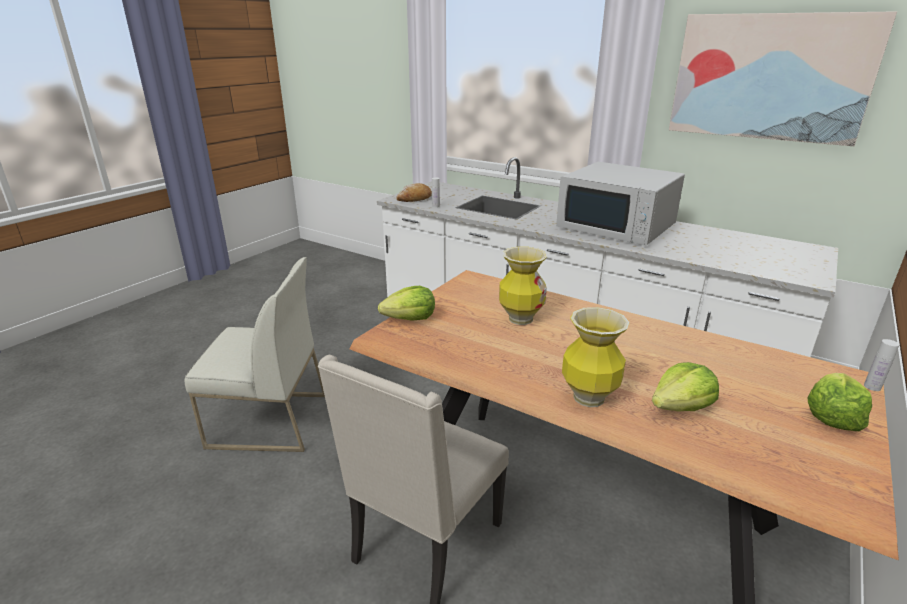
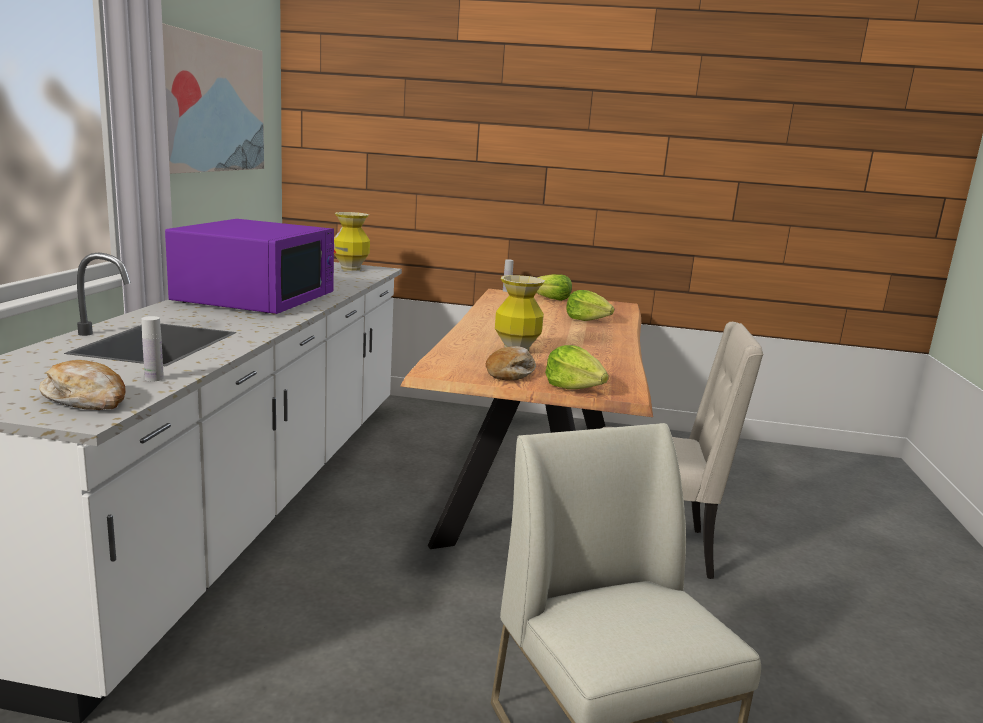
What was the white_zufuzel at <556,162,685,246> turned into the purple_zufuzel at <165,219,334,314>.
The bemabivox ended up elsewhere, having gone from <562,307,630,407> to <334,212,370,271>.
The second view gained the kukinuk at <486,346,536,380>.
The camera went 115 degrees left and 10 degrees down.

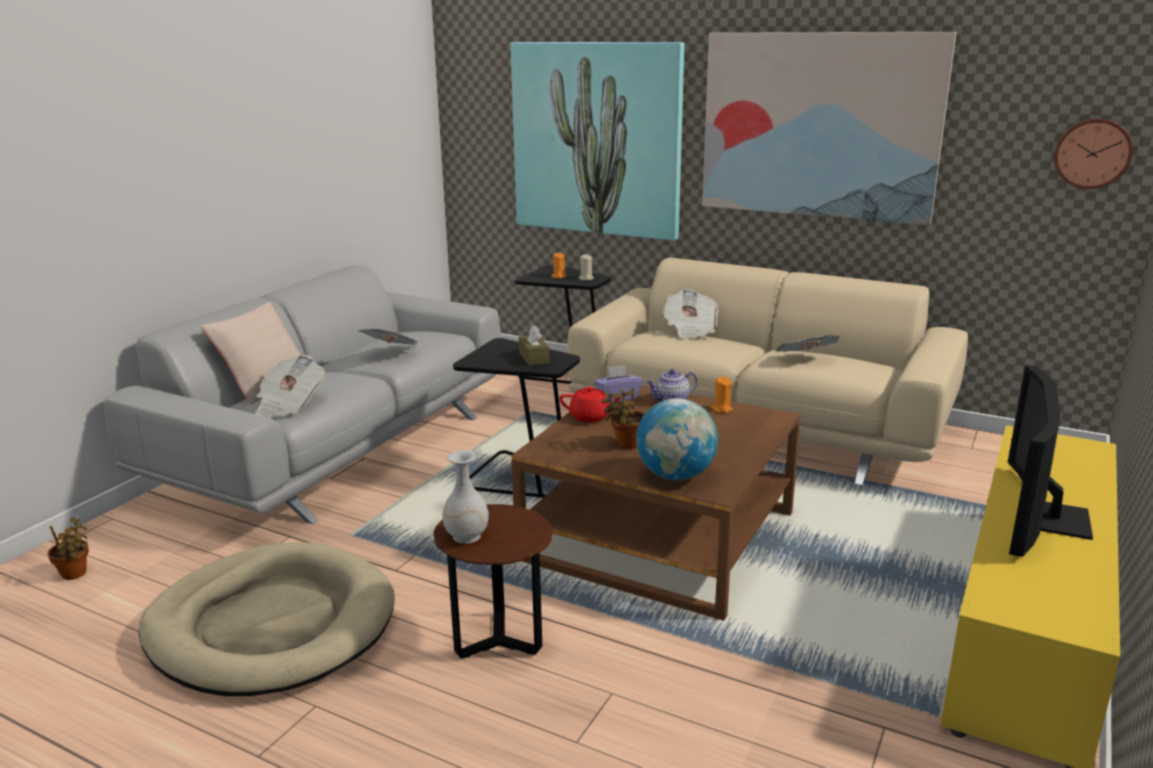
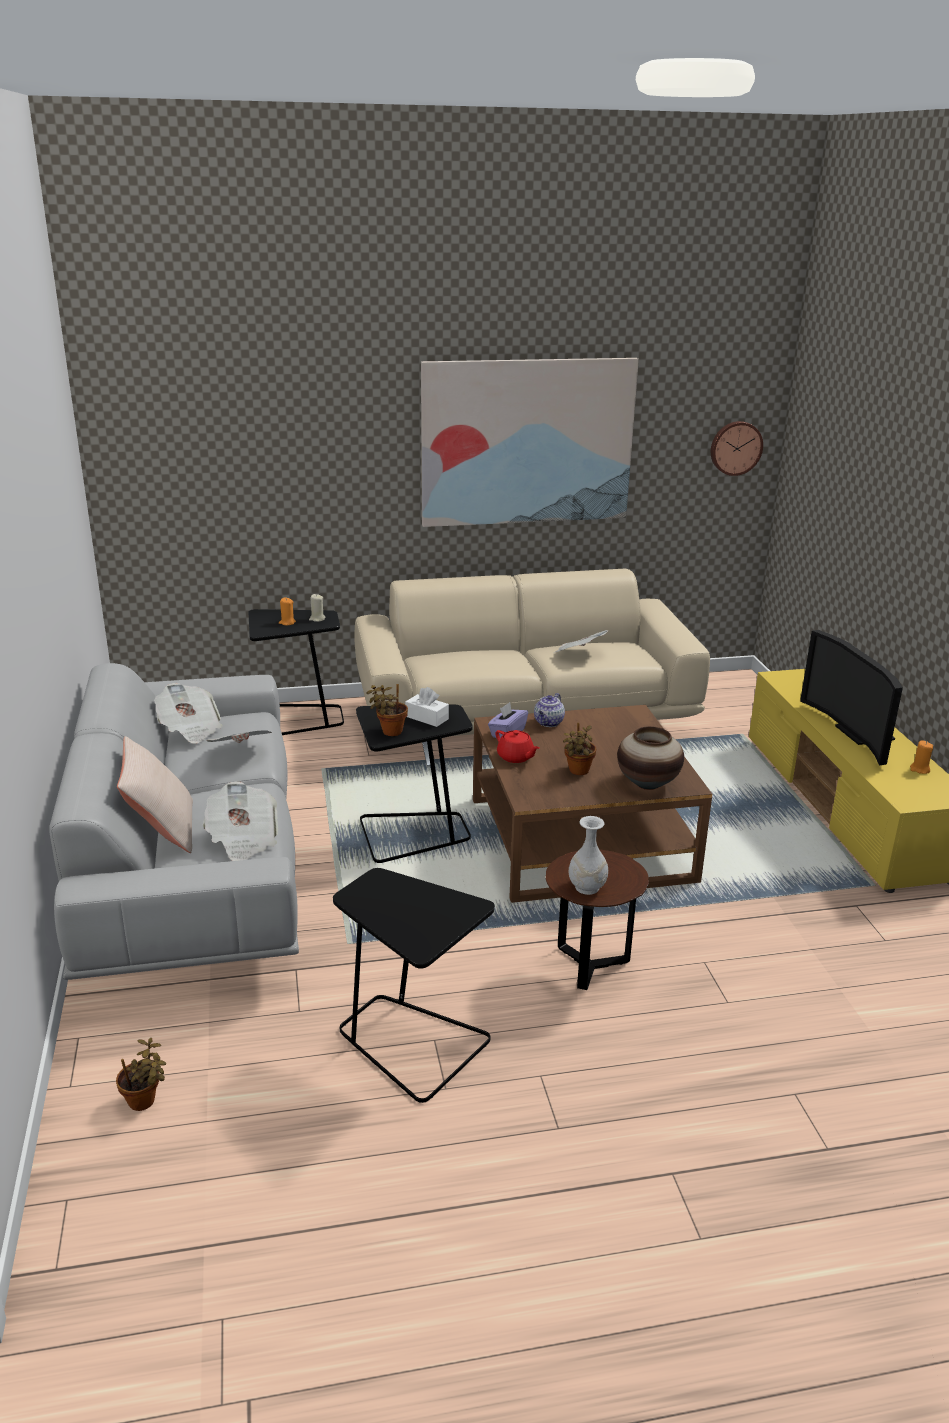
Where the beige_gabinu stood at <139,542,395,696>, the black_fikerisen came to stand at <333,868,495,1103>.
The second view lost the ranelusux at <510,42,684,241>.
What was the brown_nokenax at <519,325,550,366> turned into the white_nokenax at <405,687,449,727>.
The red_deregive at <559,386,621,422> ended up facing another way, 75 degrees clockwise from before.
Where the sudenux stood at <636,398,718,480>, the bemabivox came to stand at <617,726,684,790>.
The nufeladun ended up elsewhere, having gone from <663,289,719,339> to <154,683,222,744>.
The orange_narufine ended up elsewhere, having gone from <711,377,733,413> to <910,740,933,774>.
The second view gained the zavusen at <366,684,408,736>.
The camera went 40 degrees left and 5 degrees up.

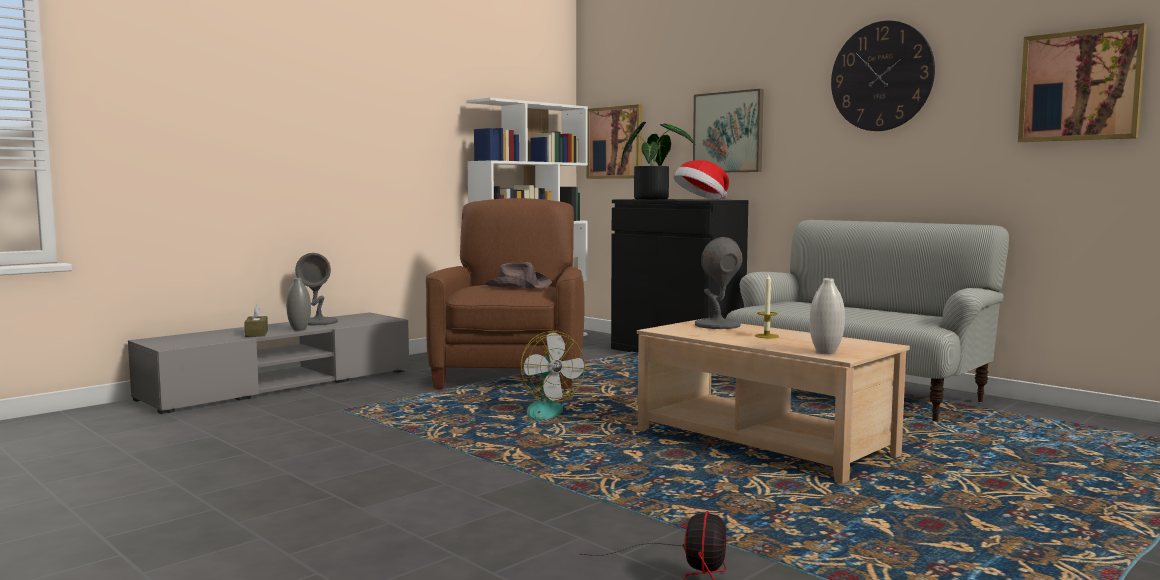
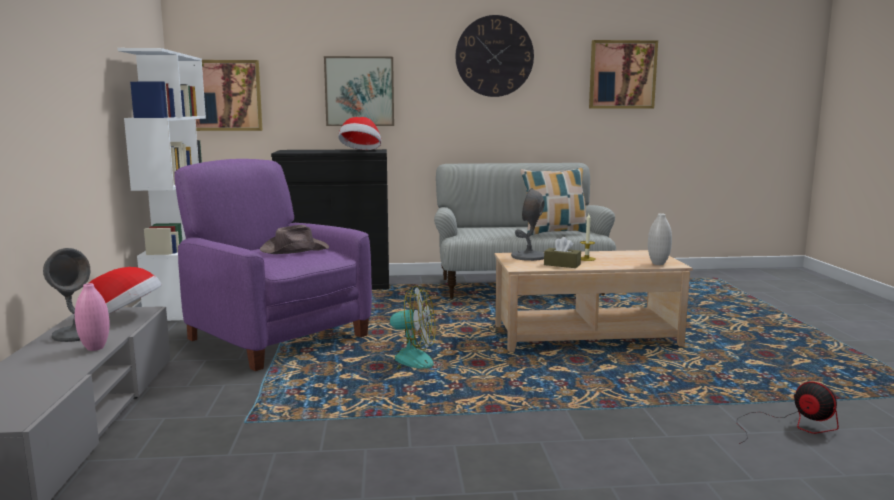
The brown_nokenax ended up elsewhere, having gone from <244,304,268,337> to <544,237,581,268>.
What was the grey_bemabivox at <286,278,311,331> turned into the pink_bemabivox at <75,283,110,351>.
What was the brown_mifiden at <426,198,585,389> turned into the purple_mifiden at <174,159,372,371>.
The second view lost the zavusen at <621,122,695,199>.
The second view gained the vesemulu at <89,267,162,314>.
The second view gained the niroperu at <520,168,587,235>.
The camera went 50 degrees left and 5 degrees up.

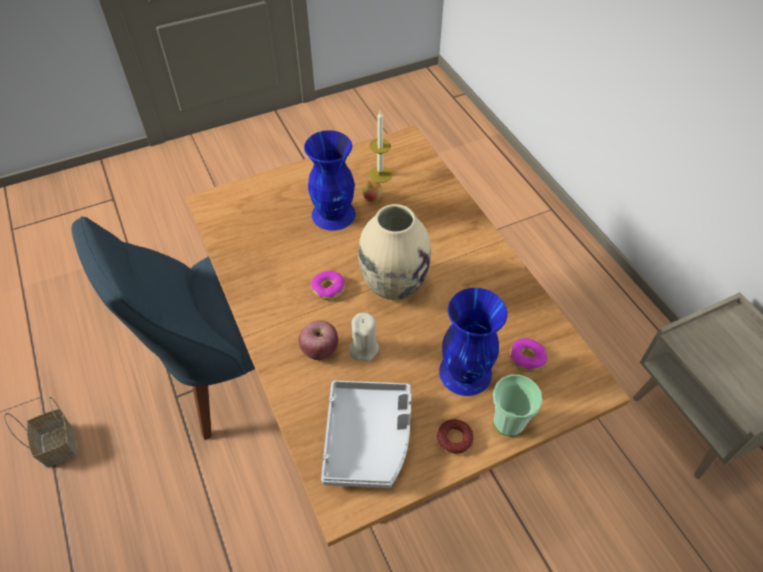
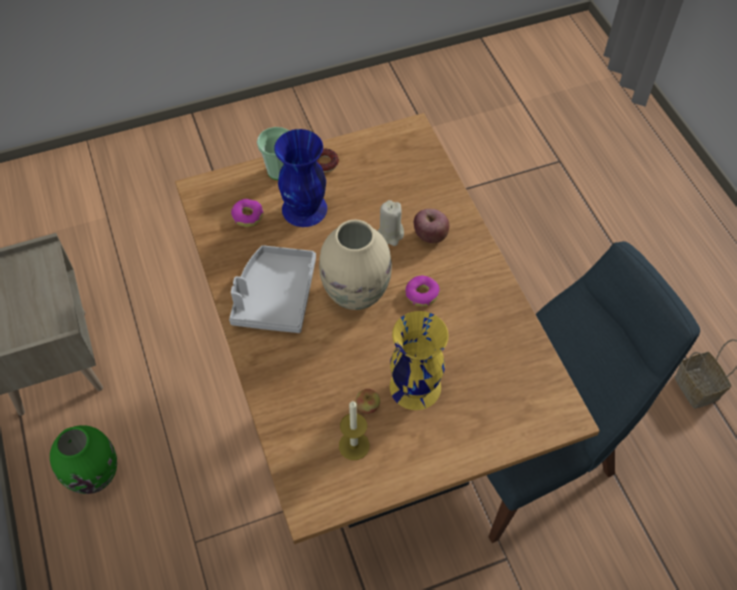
What was the blue_bemabivox at <304,130,356,231> turned into the yellow_bemabivox at <390,311,449,410>.
The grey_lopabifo ended up elsewhere, having gone from <321,381,411,488> to <229,245,316,333>.
The second view gained the green_bemabivox at <50,425,117,494>.
The camera went 175 degrees left and 5 degrees up.

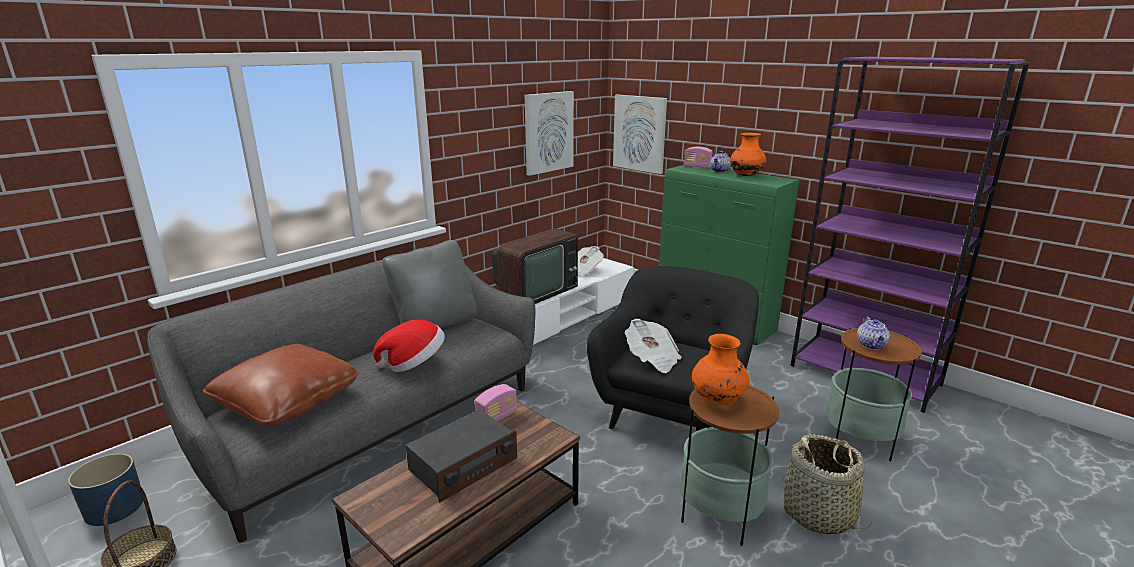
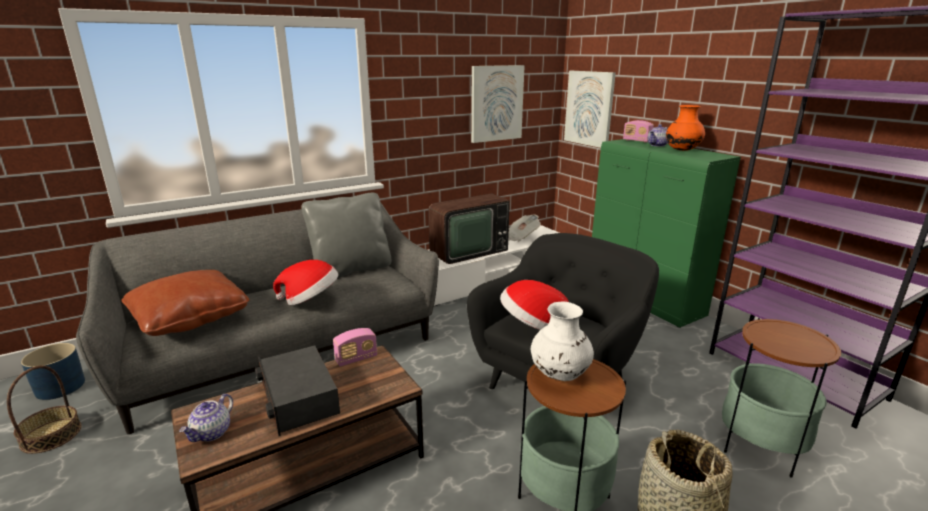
The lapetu at <406,409,517,502> ended up facing another way, 90 degrees clockwise from before.
Where the nufeladun stood at <625,319,682,373>, the vesemulu came to stand at <500,280,569,330>.
What was the orange_bemabivox at <692,334,750,405> turned into the white_bemabivox at <531,302,594,381>.
The deregive ended up elsewhere, having gone from <857,316,890,350> to <179,394,233,442>.
The camera went 15 degrees right and 0 degrees up.

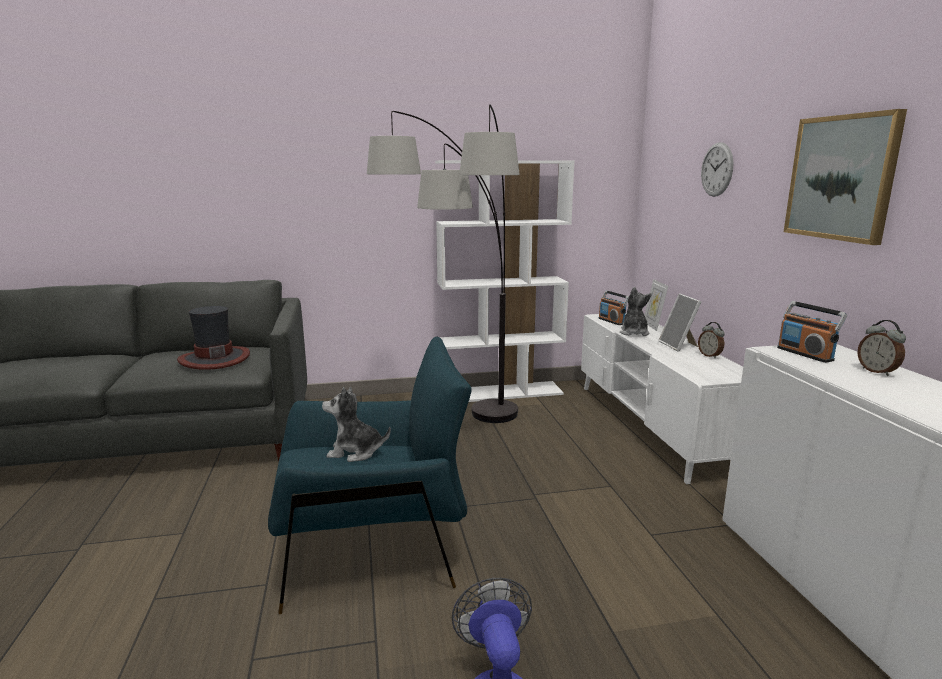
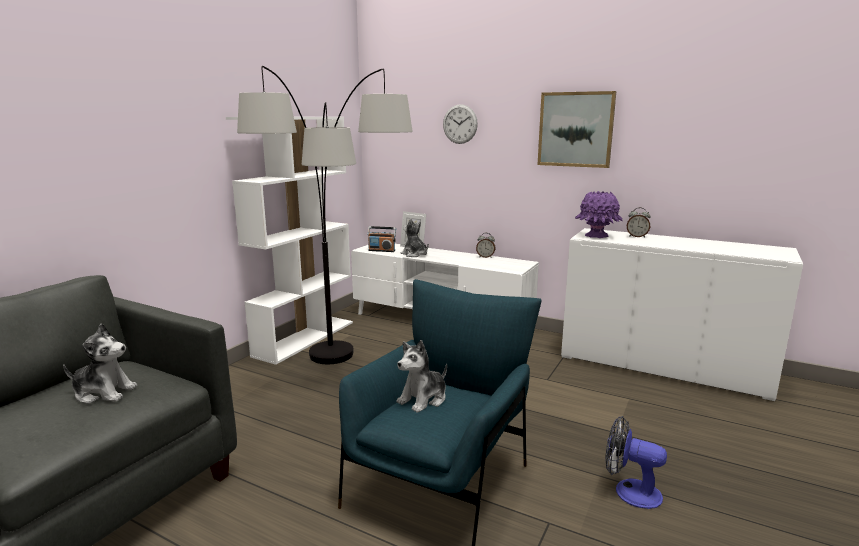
Where the vesemulu stood at <177,306,250,370>, the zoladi came to stand at <63,323,137,404>.
The second view lost the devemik at <658,294,701,352>.
Where the lapetu stood at <777,301,847,363>, the purple_bemabivox came to stand at <576,191,623,238>.
The camera went 50 degrees left and 0 degrees up.

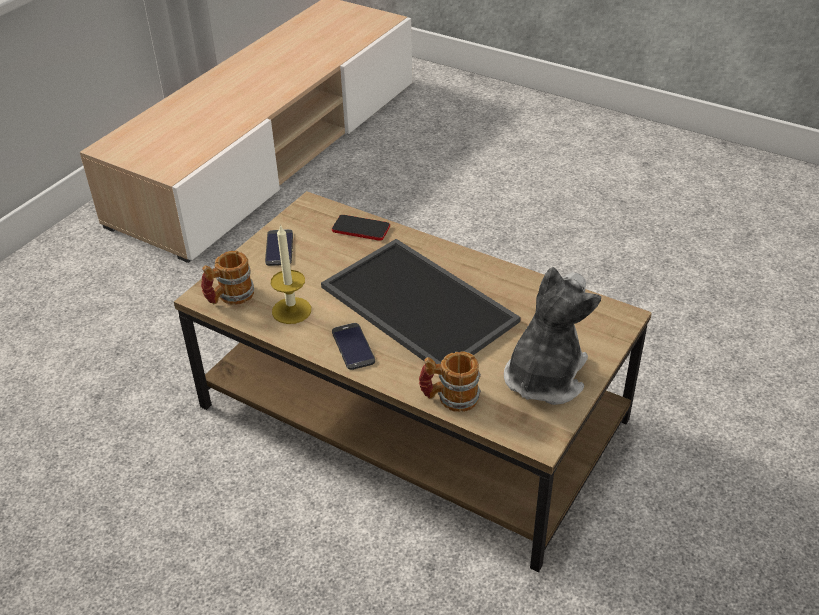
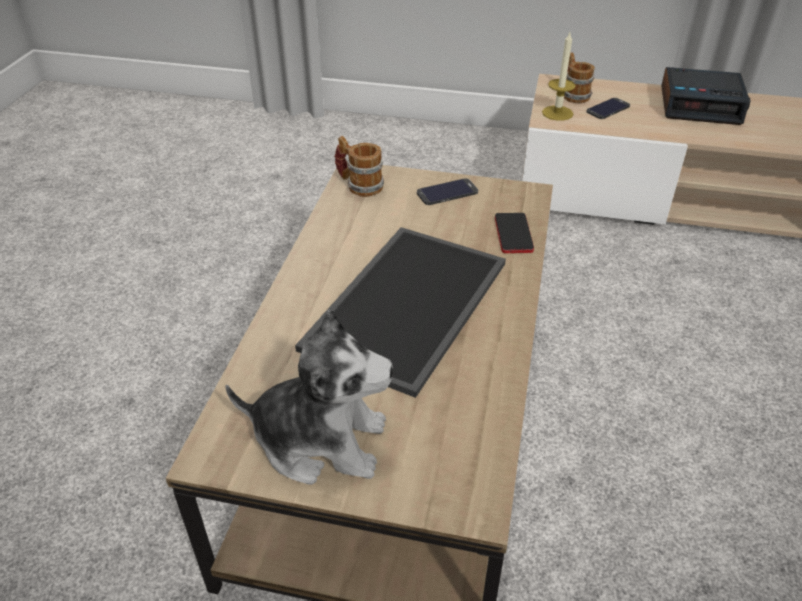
The narufine ended up elsewhere, having gone from <271,224,311,324> to <542,32,576,121>.
The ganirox ended up elsewhere, having gone from <332,323,375,370> to <586,98,630,119>.
The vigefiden ended up elsewhere, having gone from <419,351,481,412> to <564,53,595,103>.
The second view gained the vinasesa at <661,67,750,125>.
The camera went 70 degrees right and 0 degrees up.

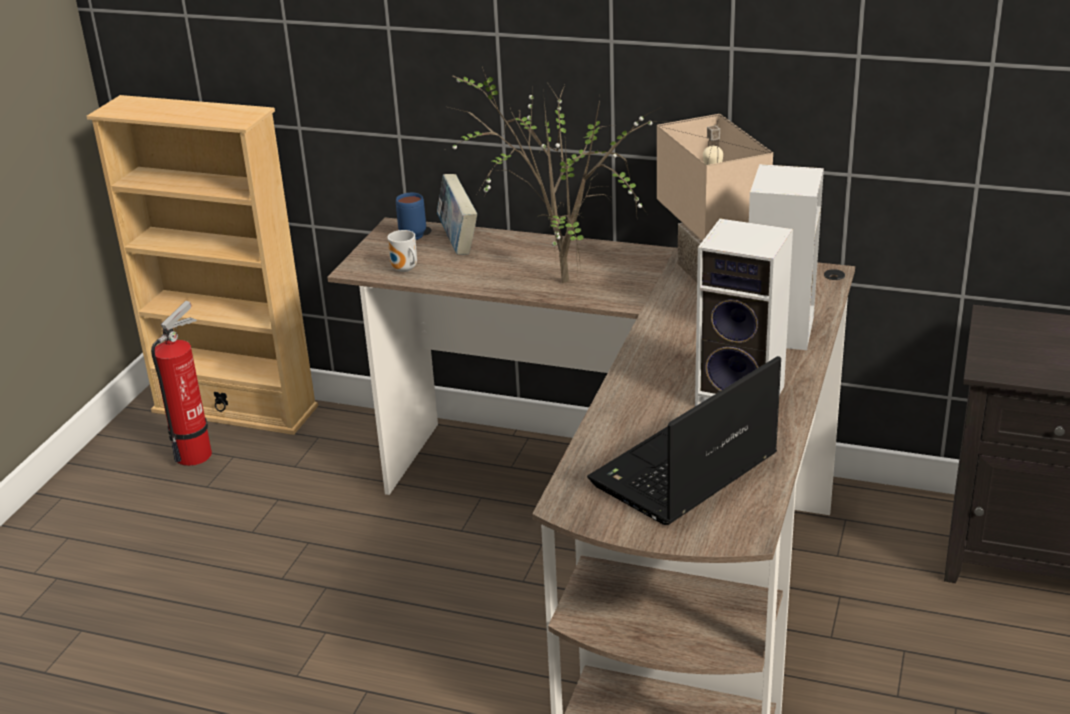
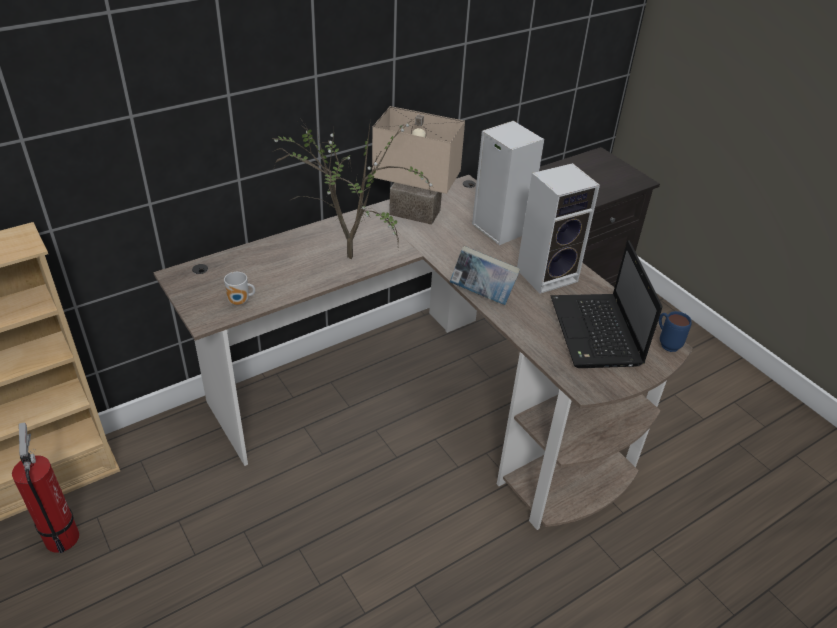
The blue_vigefiden ended up elsewhere, having gone from <396,193,426,240> to <659,311,692,352>.
The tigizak ended up elsewhere, having gone from <437,174,477,255> to <450,246,520,305>.
The camera went 55 degrees left and 10 degrees up.

